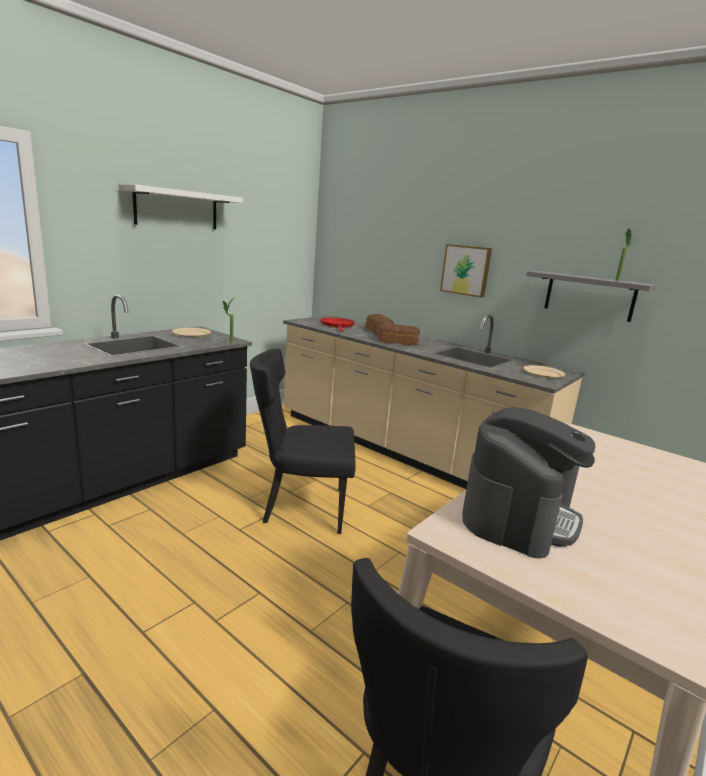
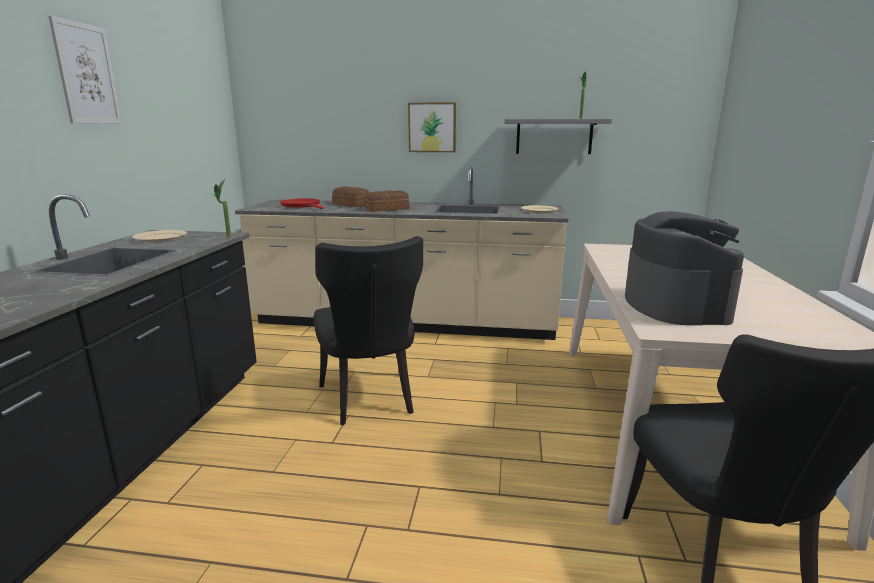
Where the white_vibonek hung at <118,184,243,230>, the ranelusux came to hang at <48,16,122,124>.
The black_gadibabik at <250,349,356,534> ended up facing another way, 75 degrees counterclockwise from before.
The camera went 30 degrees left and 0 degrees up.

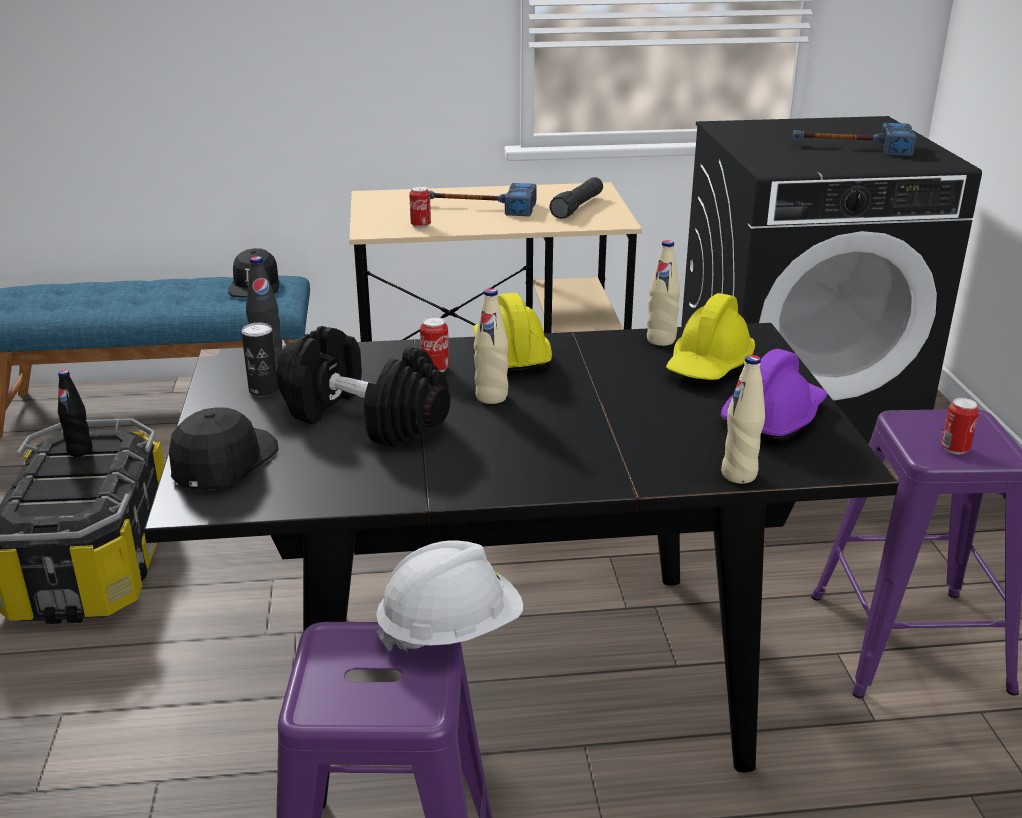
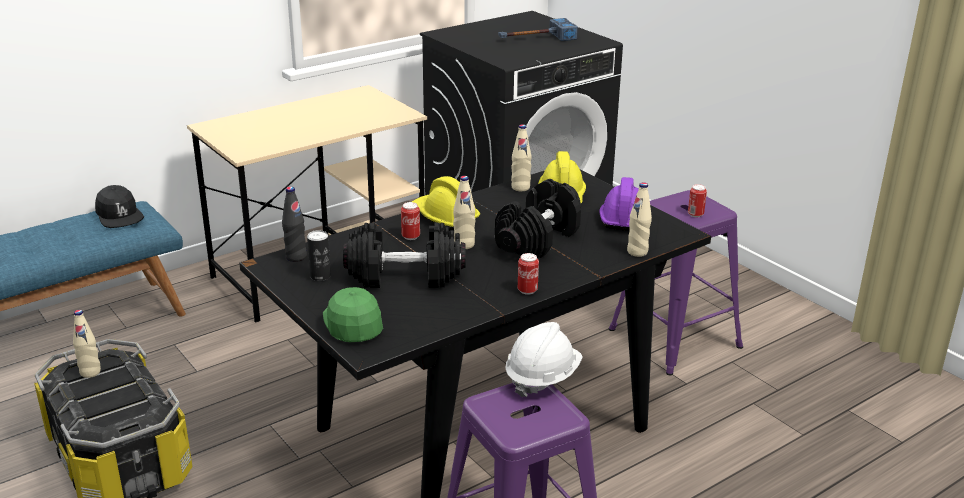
What was the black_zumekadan at <58,370,93,457> turned into the beige_zumekadan at <73,310,101,378>.
What was the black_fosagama at <169,407,279,490> turned into the green_fosagama at <323,287,383,342>.
The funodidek ended up elsewhere, having gone from <409,186,431,228> to <518,253,539,295>.
The second view lost the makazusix at <429,183,537,216>.
The second view lost the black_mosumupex at <549,177,603,219>.
The second view gained the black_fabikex at <495,179,581,258>.
The camera went 30 degrees left and 0 degrees up.

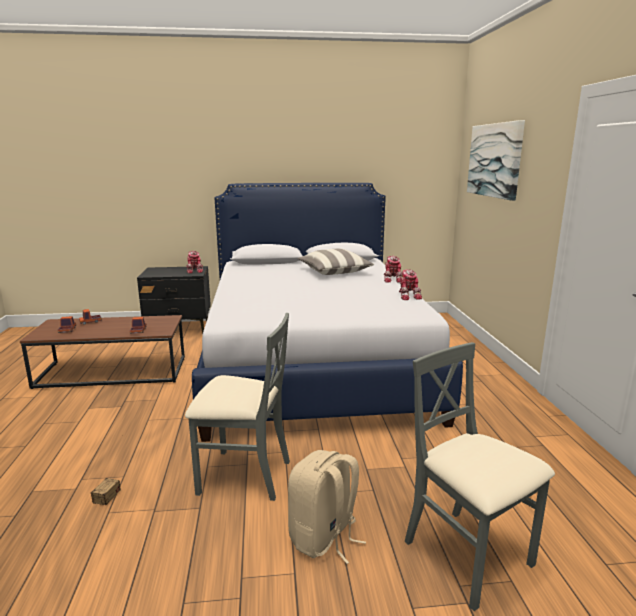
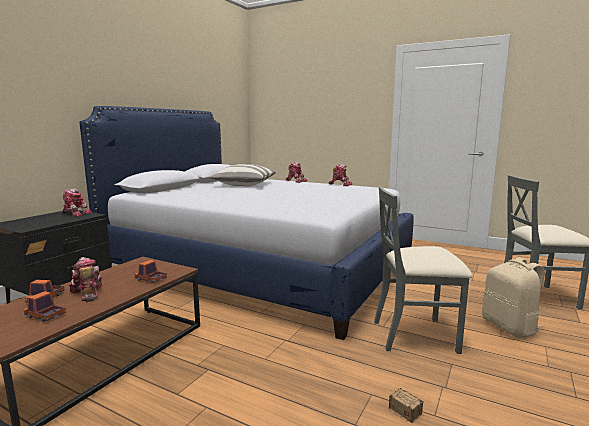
The grey_gadibabik at <185,313,290,501> ended up facing another way, 135 degrees counterclockwise from before.
The second view lost the ranelusux at <467,120,525,201>.
The second view gained the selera at <69,257,102,302>.
The camera went 55 degrees left and 5 degrees down.

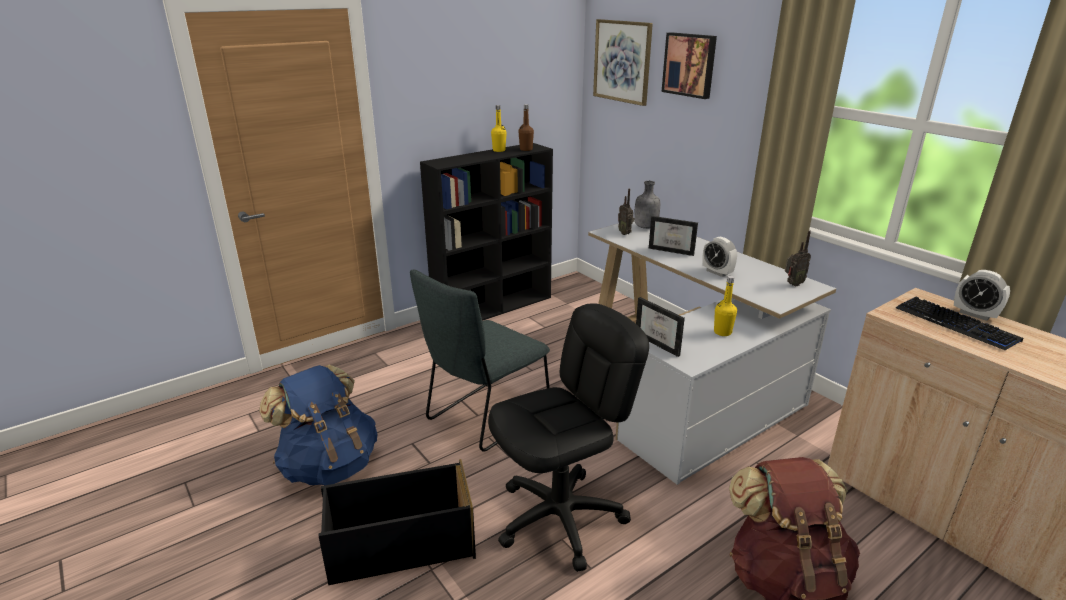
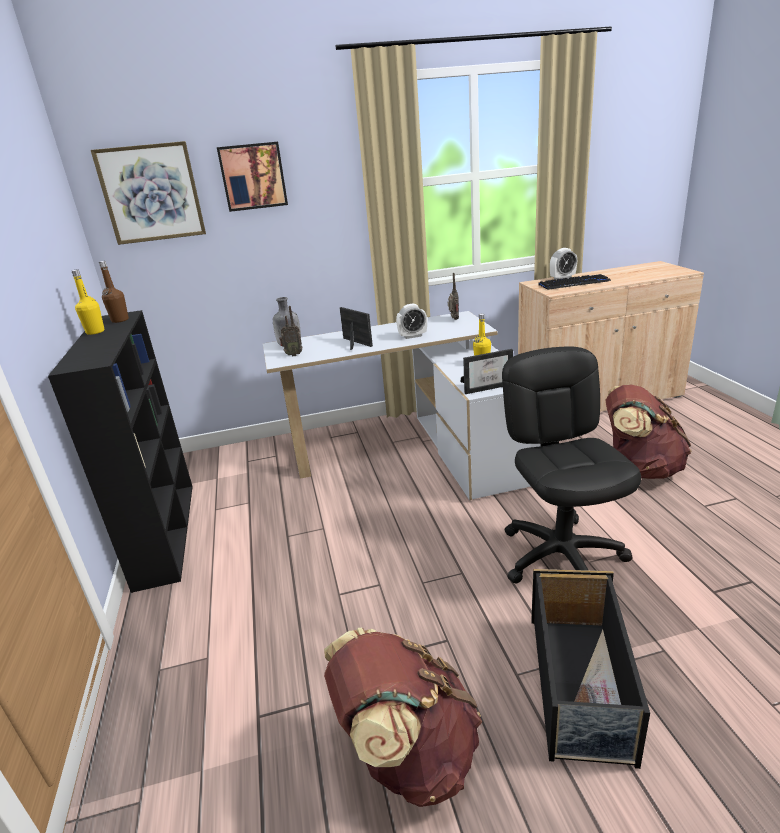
What was the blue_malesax at <259,364,377,485> turned into the brown_malesax at <324,628,482,807>.
The second view lost the grey_gadibabik at <410,270,550,451>.
The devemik at <649,216,698,256> ended up facing another way, 90 degrees counterclockwise from before.
The camera went 65 degrees left and 0 degrees up.

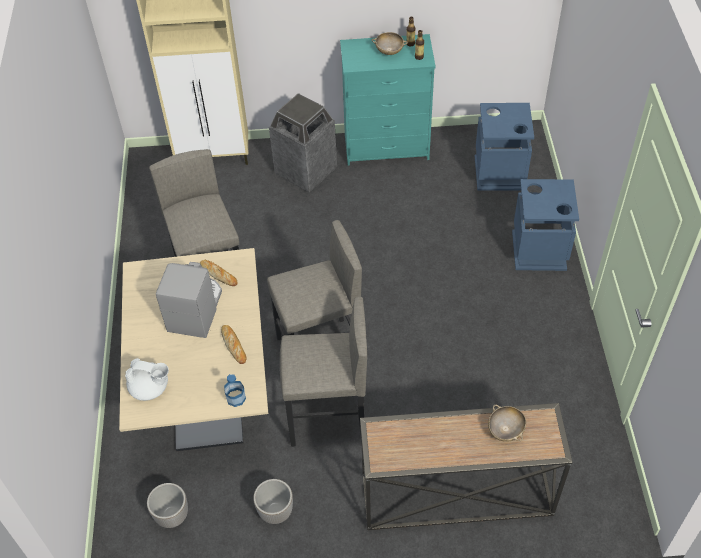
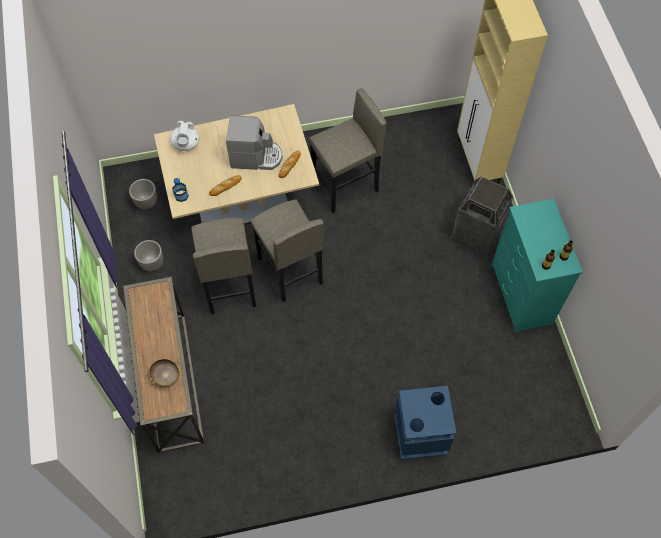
The second view lost the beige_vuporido at <372,32,408,55>.
The second view lost the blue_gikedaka at <475,103,534,191>.
The camera went 80 degrees right and 10 degrees up.

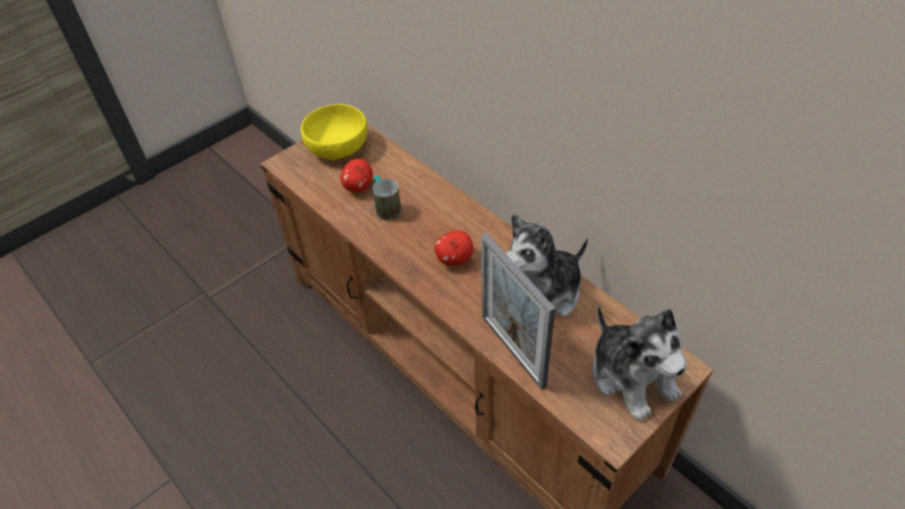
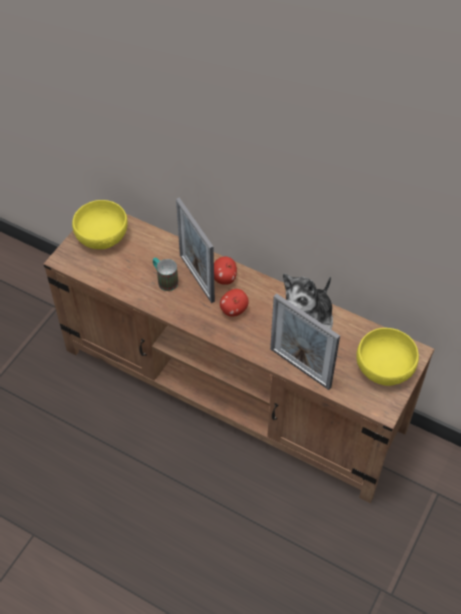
The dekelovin ended up elsewhere, having gone from <340,159,373,193> to <214,256,237,285>.
Where the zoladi stood at <592,305,687,421>, the yellow_vuporido came to stand at <356,328,419,386>.
The second view gained the devemik at <176,198,215,303>.
The camera went 20 degrees left and 5 degrees up.

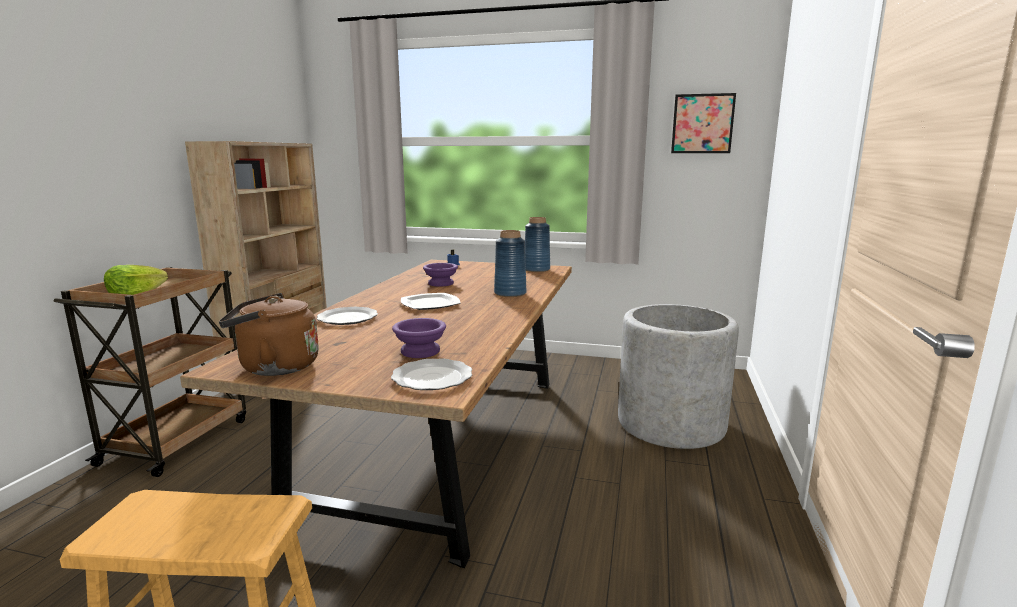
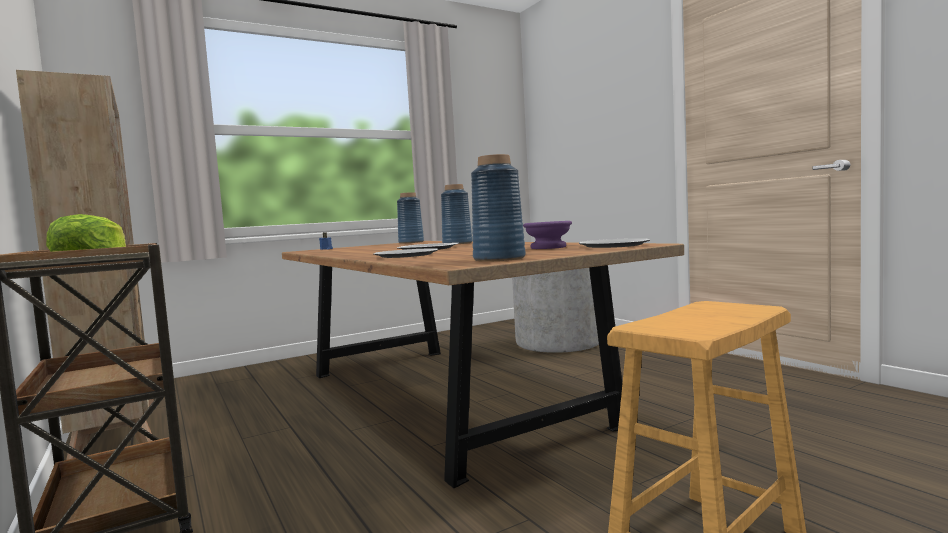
Where the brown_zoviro stood at <219,293,319,376>, the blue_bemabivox came to stand at <471,154,526,262>.
The second view lost the purple_vuporido at <423,263,458,287>.
The second view lost the ranelusux at <671,93,736,153>.
The camera went 45 degrees left and 10 degrees down.

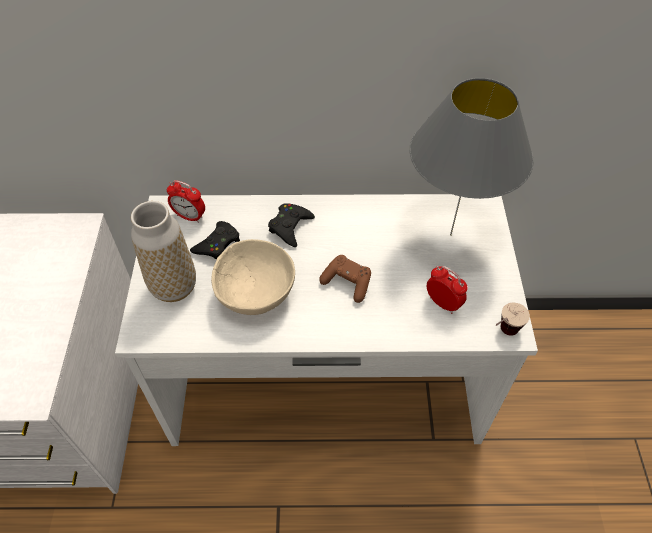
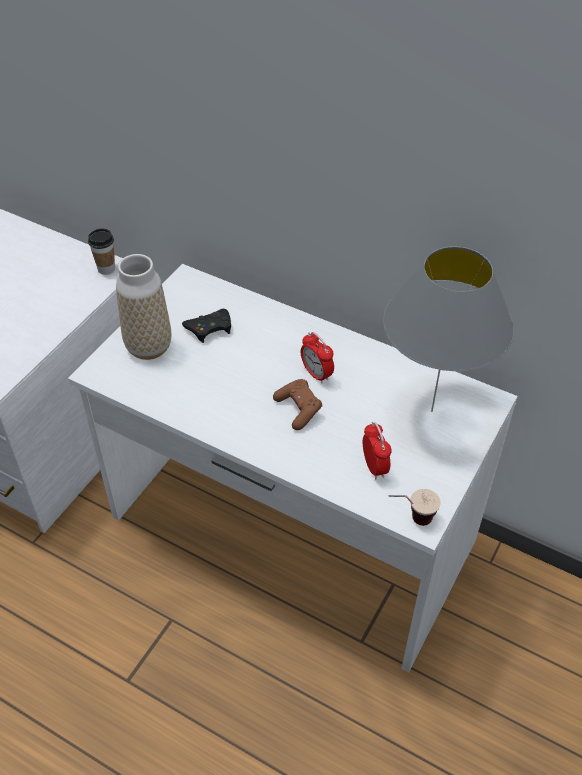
The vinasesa ended up elsewhere, having gone from <167,180,205,223> to <301,332,334,384>.
The second view lost the beige_vuporido at <211,239,295,315>.
The second view lost the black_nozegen at <268,203,315,247>.
The second view gained the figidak at <88,228,115,275>.
The camera went 30 degrees right and 5 degrees down.

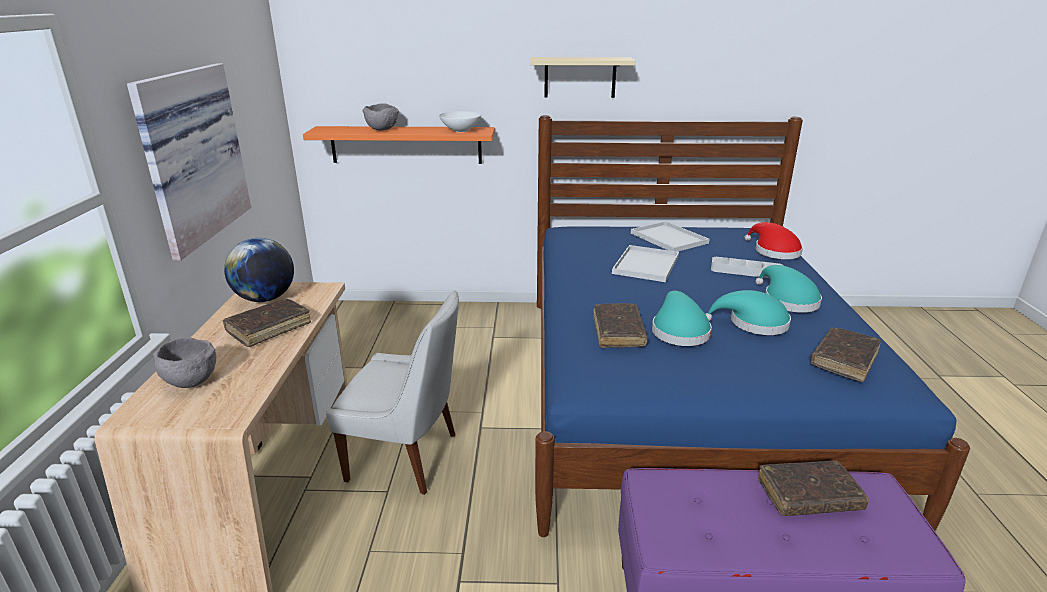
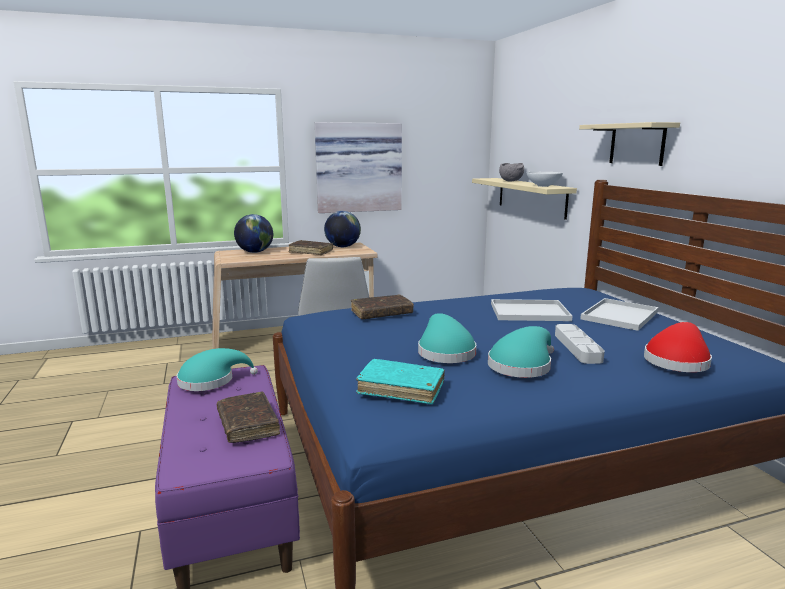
Where the grey_vuporido stood at <153,337,216,388>, the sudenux came to stand at <234,214,273,253>.
What was the orange_vibonek at <303,126,495,164> turned into the beige_vibonek at <472,178,577,220>.
The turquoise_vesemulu ended up elsewhere, having gone from <652,291,712,346> to <176,348,258,391>.
What was the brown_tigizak at <811,328,881,382> turned into the turquoise_tigizak at <356,359,445,404>.
The camera went 70 degrees right and 10 degrees down.

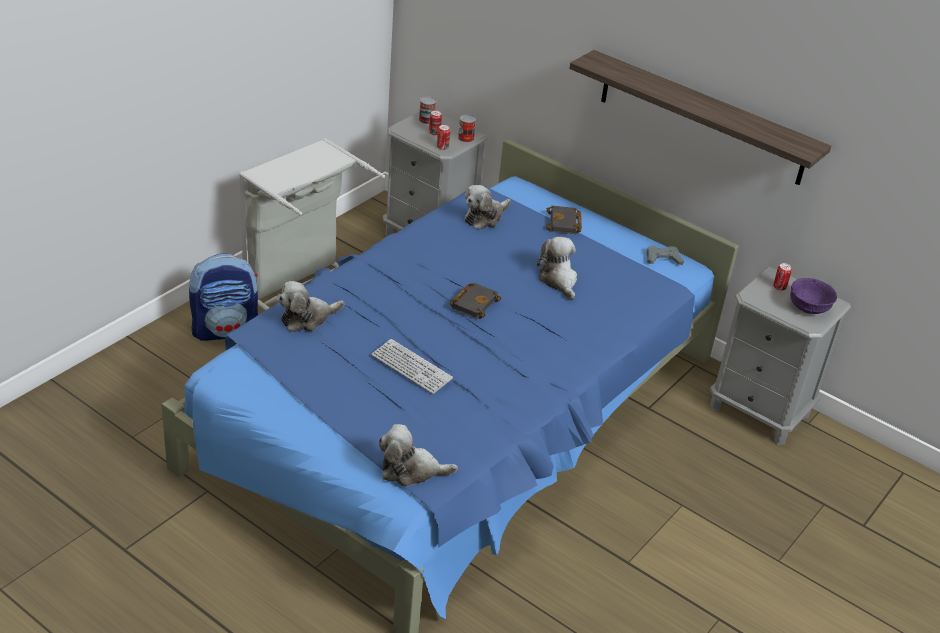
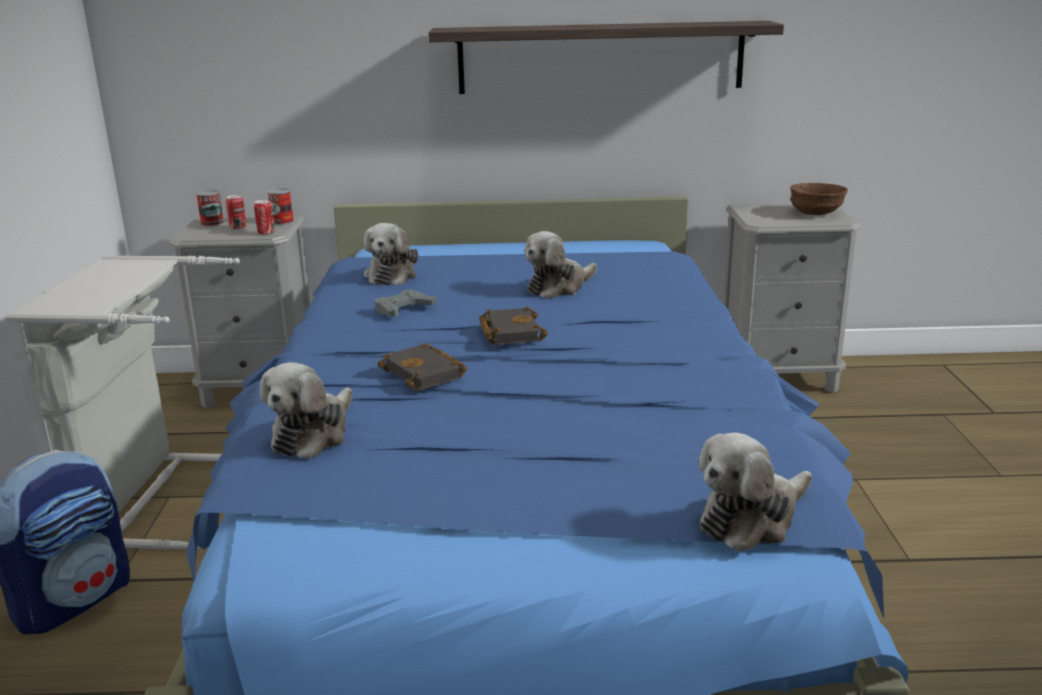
The second view lost the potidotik at <371,339,453,394>.
The zoladi at <537,237,577,300> ended up facing another way, 75 degrees counterclockwise from before.
The black_tigizak ended up elsewhere, having gone from <546,206,582,234> to <377,343,467,391>.
The grey_nozegen ended up elsewhere, having gone from <646,246,684,265> to <375,289,437,317>.
The second view lost the funodidek at <773,263,792,291>.
What was the purple_vuporido at <790,278,837,314> turned into the brown_vuporido at <790,183,848,215>.
The camera went 35 degrees left and 15 degrees down.

